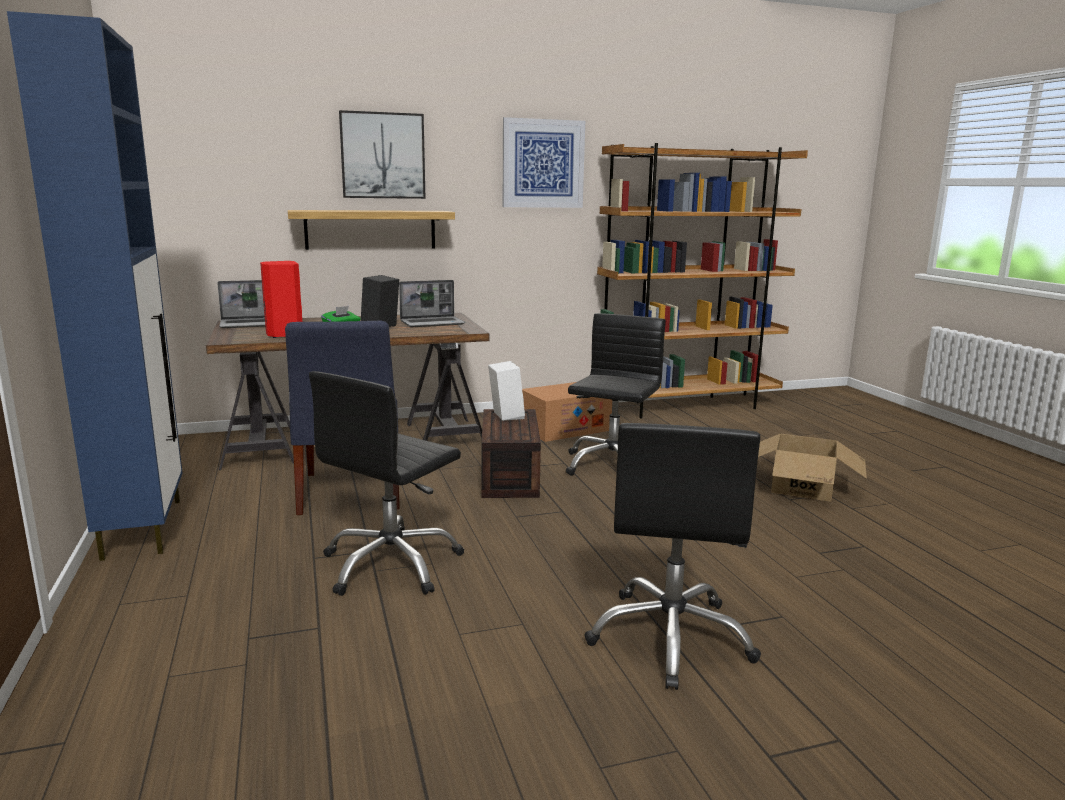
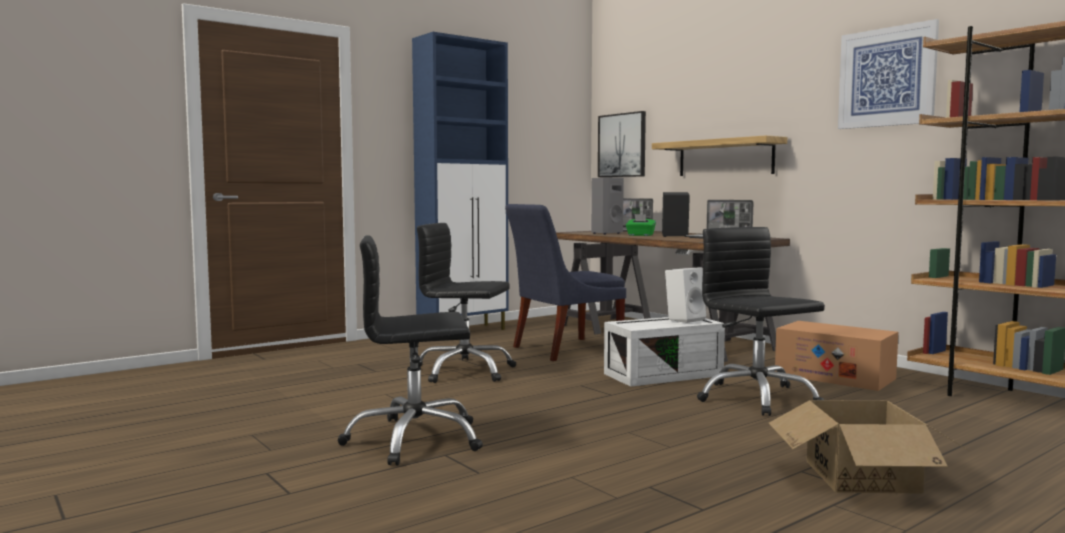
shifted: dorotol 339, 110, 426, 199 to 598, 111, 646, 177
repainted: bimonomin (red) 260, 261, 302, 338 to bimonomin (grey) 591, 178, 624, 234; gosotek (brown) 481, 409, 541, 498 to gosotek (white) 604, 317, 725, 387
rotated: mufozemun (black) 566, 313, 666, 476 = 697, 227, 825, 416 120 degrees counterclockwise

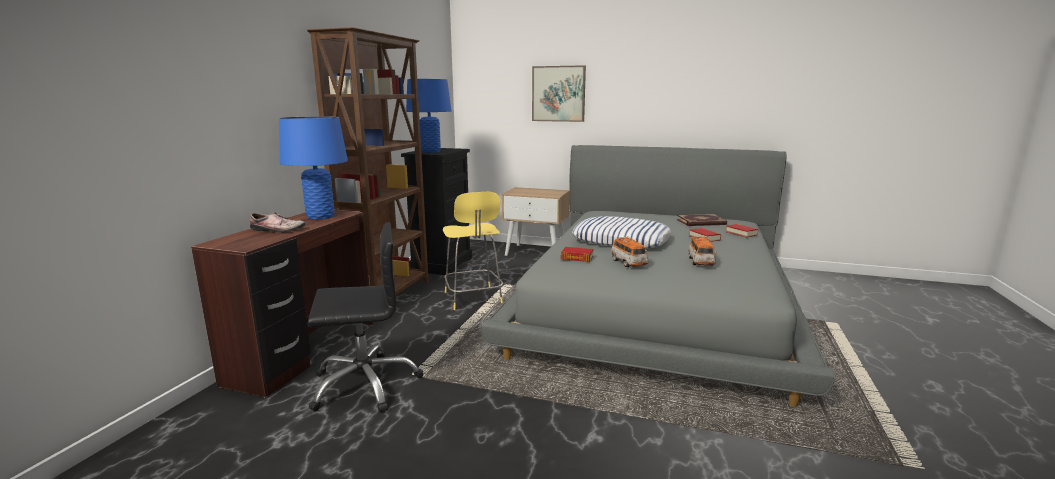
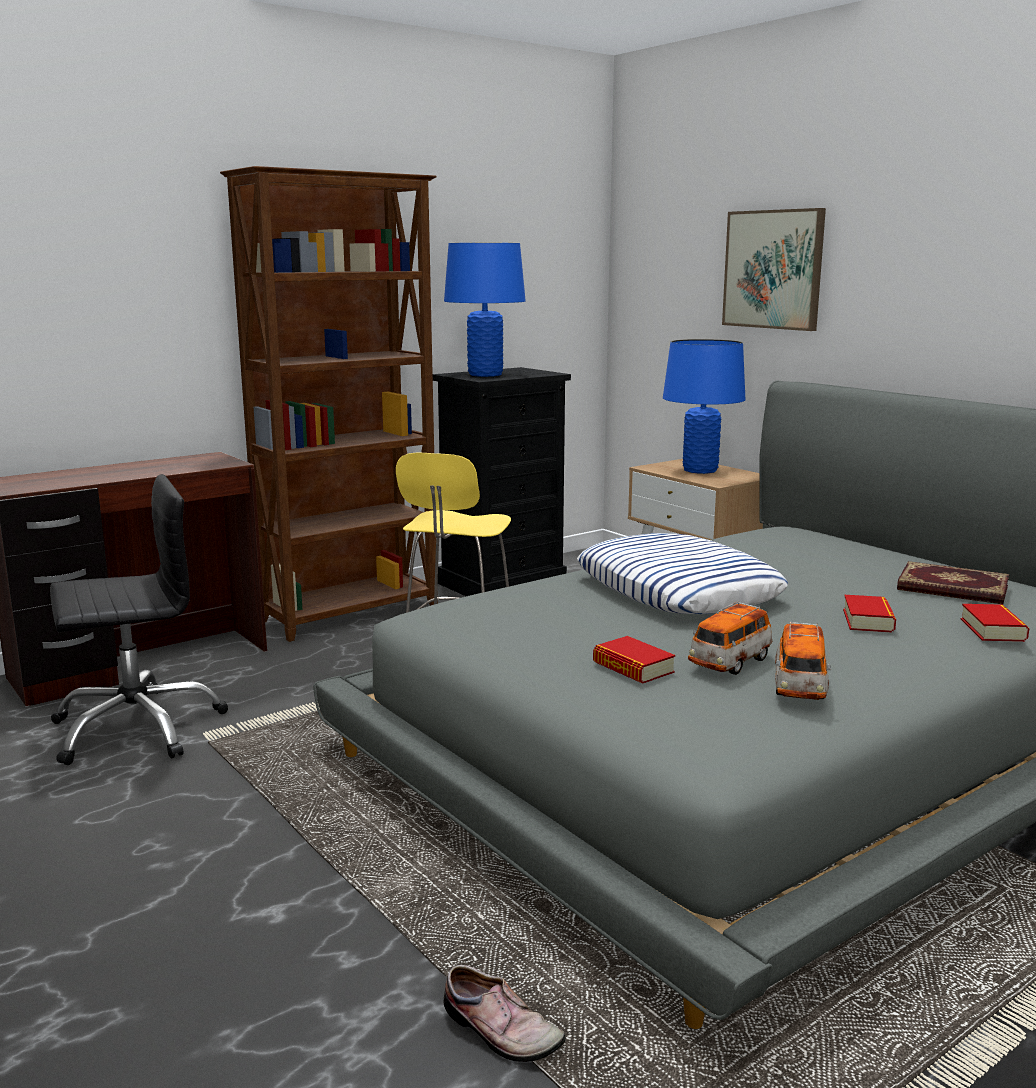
shifted: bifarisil 250, 212, 306, 233 to 444, 965, 566, 1062; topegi 561, 247, 593, 262 to 593, 636, 675, 684; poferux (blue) 279, 116, 348, 220 to 663, 339, 746, 474; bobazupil 611, 236, 648, 267 to 775, 621, 831, 700
rotated: mufozemun (black) 308, 222, 423, 413 = 50, 474, 228, 765 45 degrees counterclockwise

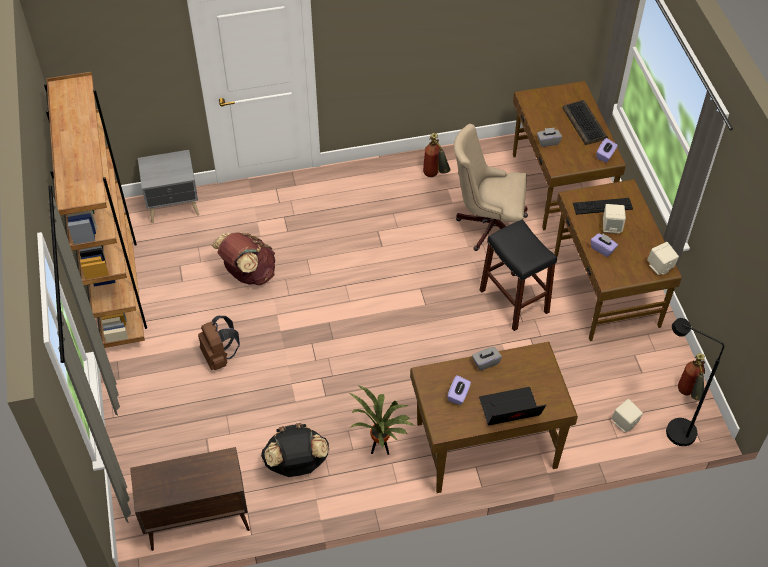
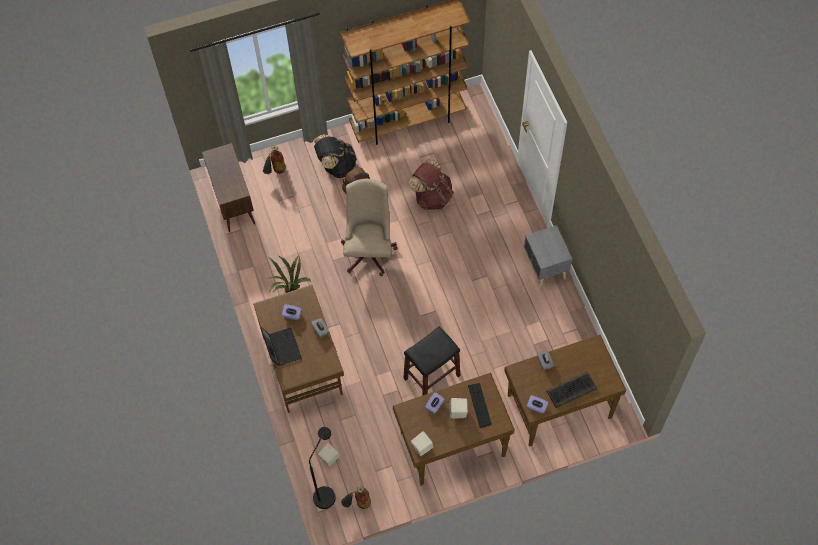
shifted: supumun 423, 133, 451, 177 to 263, 145, 286, 174; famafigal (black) 261, 423, 330, 477 to 314, 134, 357, 178; mufozemun (beige) 454, 124, 528, 251 to 341, 179, 397, 276; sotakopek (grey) 138, 150, 199, 223 to 524, 225, 572, 288

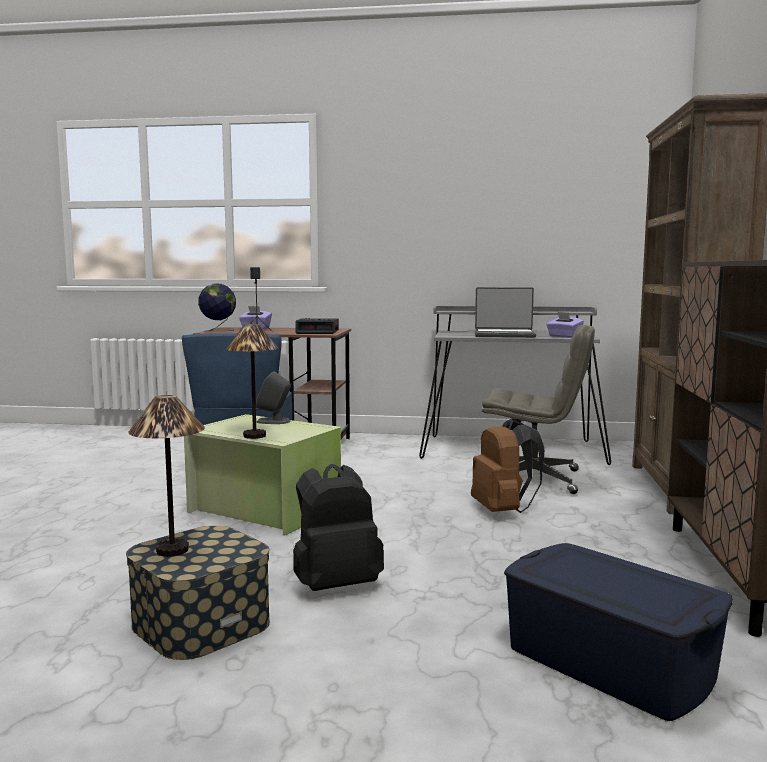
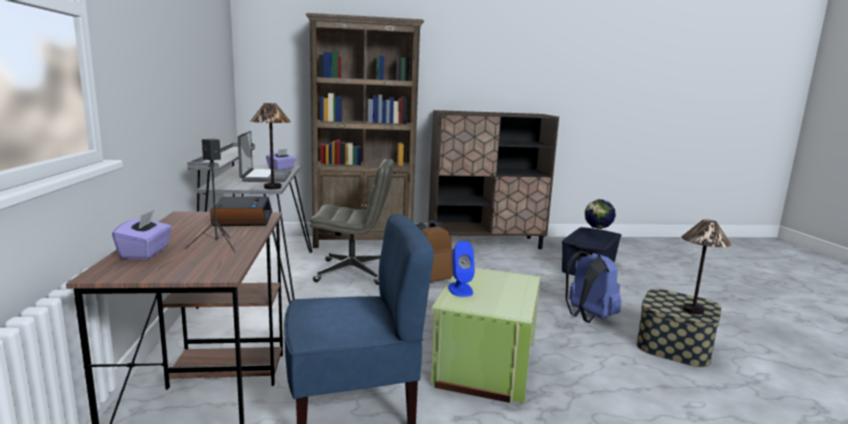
shifted: poferux 226, 324, 279, 439 to 251, 103, 291, 189; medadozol 198, 283, 236, 331 to 585, 199, 616, 238
repainted: bimonomin (grey) 256, 371, 291, 424 to bimonomin (blue) 448, 241, 475, 297; famafigal (black) 293, 464, 384, 591 to famafigal (blue) 565, 250, 621, 323
rotated: mufozemun (grey) 482, 325, 595, 494 = 310, 159, 394, 285 90 degrees clockwise

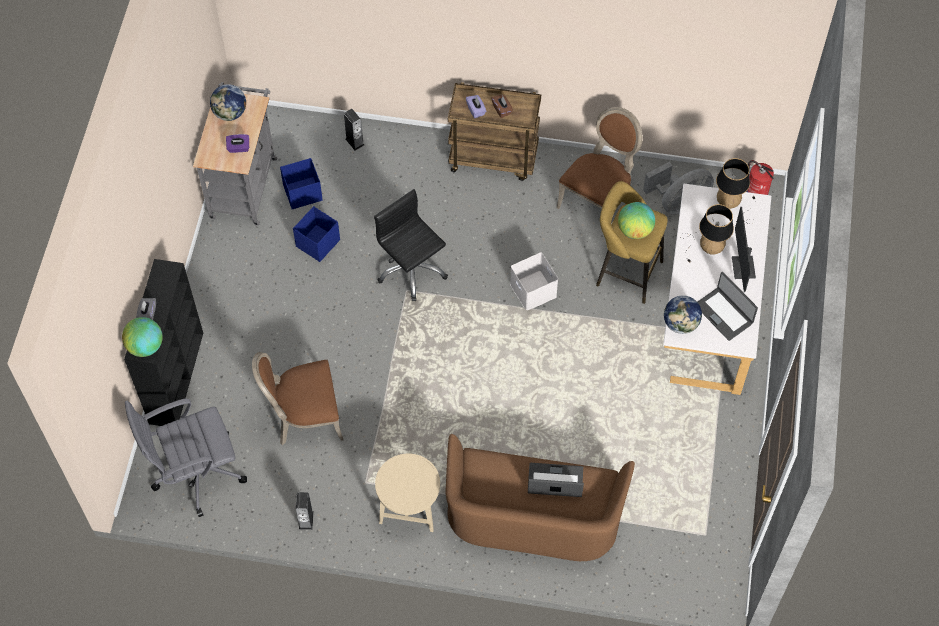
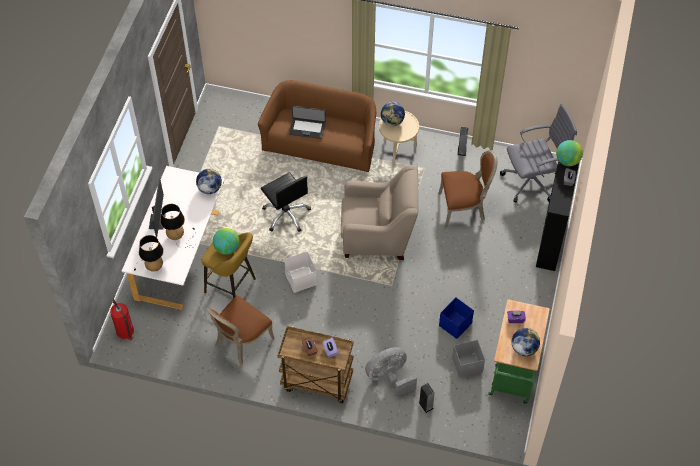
gone: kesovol 698, 272, 758, 341
new: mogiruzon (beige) 341, 165, 418, 260; medadozol 381, 102, 405, 126
shifted: mufozemun (black) 374, 189, 448, 301 to 261, 172, 311, 232; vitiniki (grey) 643, 162, 714, 214 to 365, 347, 417, 397
repainted: gosotek (blue) 280, 158, 323, 209 to gosotek (grey) 452, 340, 485, 378; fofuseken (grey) 193, 82, 277, 226 to fofuseken (green) 488, 299, 550, 404

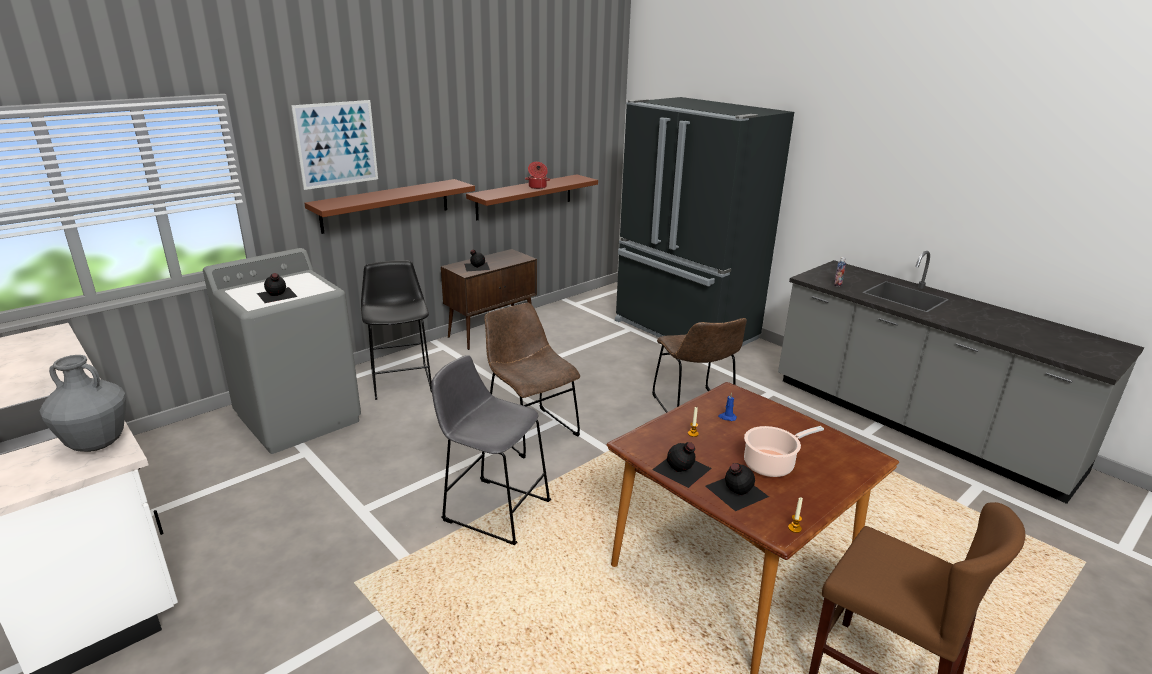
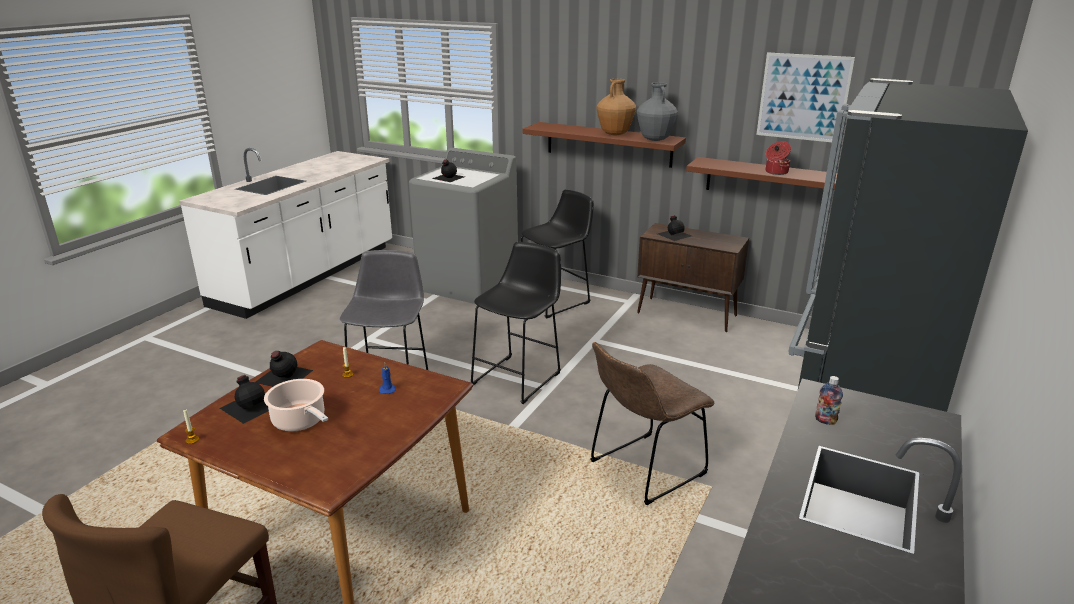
new: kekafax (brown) 597, 79, 636, 135
shifted: kekafax (grey) 40, 355, 126, 452 to 637, 82, 678, 141; dorotol 291, 100, 378, 190 to 756, 52, 855, 142
swapped: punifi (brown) 485, 303, 580, 459 to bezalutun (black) 471, 242, 561, 404

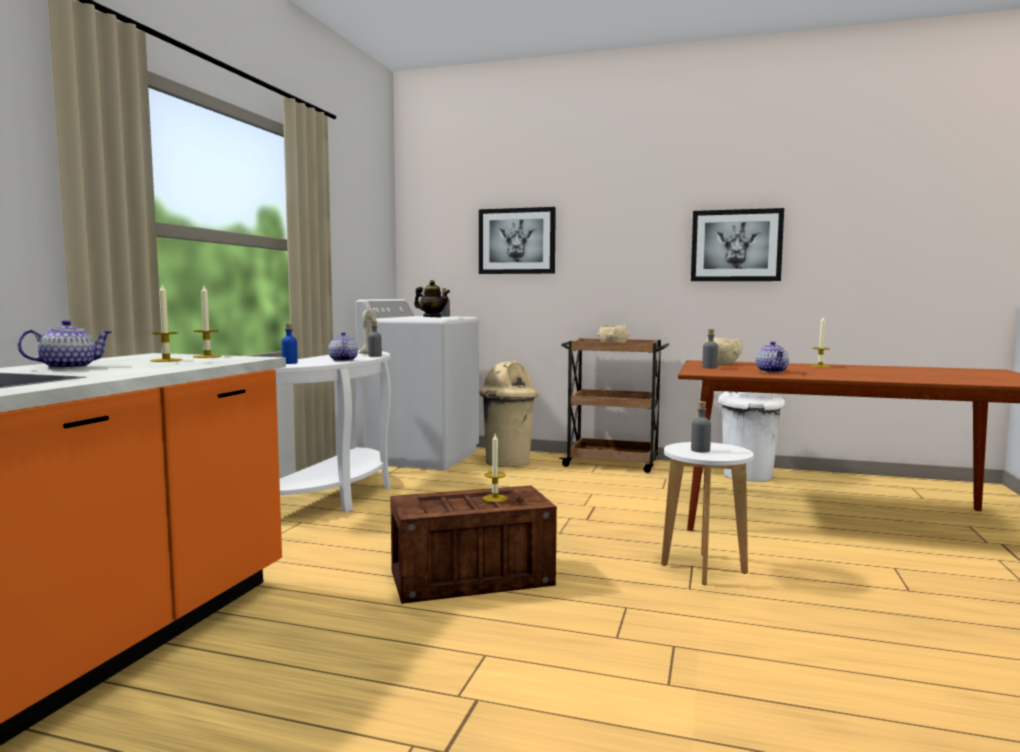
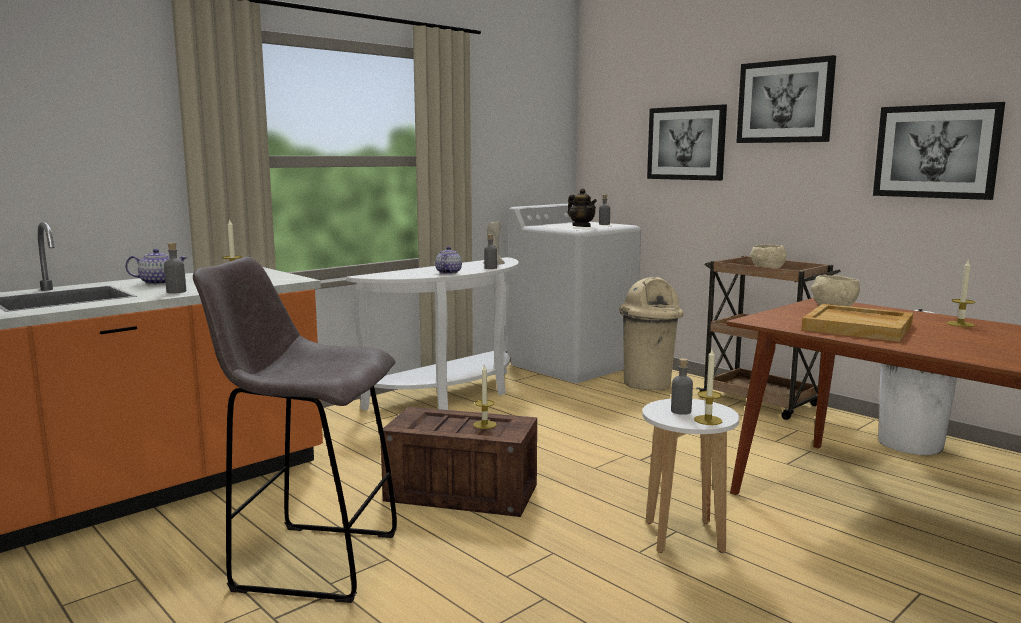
gone: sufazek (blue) 281, 324, 298, 364
new: bezalutun (grey) 193, 257, 397, 603; dorotol 736, 55, 836, 143
shifted: sufazek (grey) 702, 329, 718, 368 to 164, 243, 186, 294; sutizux 193, 286, 222, 358 to 694, 349, 722, 425
swapped: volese 756, 341, 789, 373 to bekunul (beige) 801, 304, 913, 342

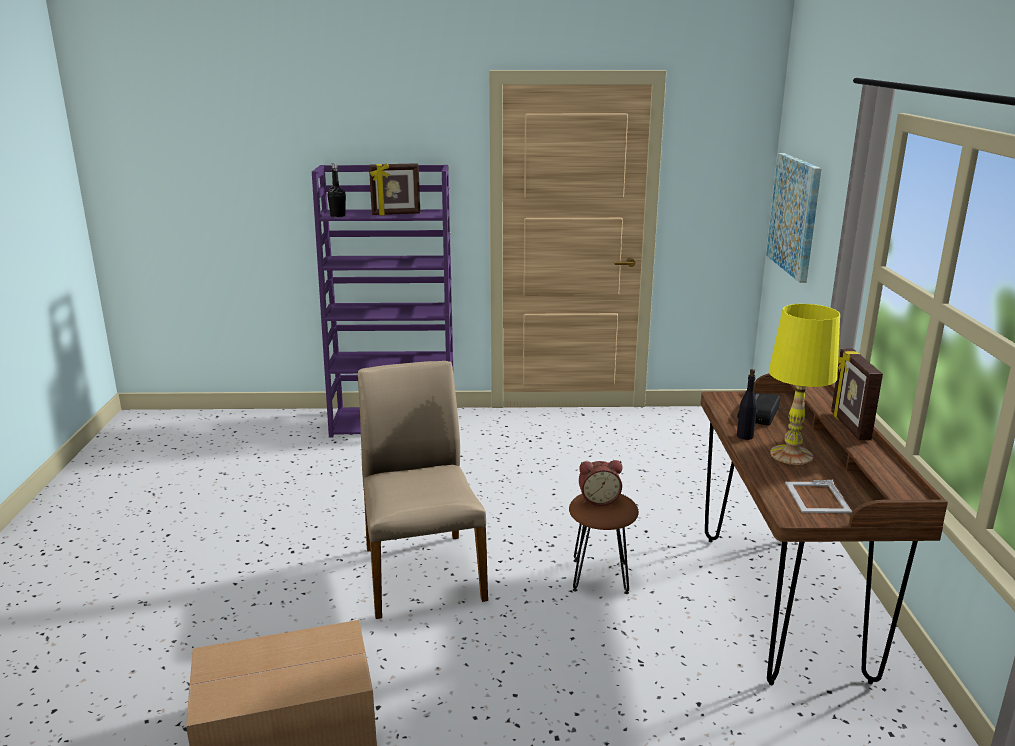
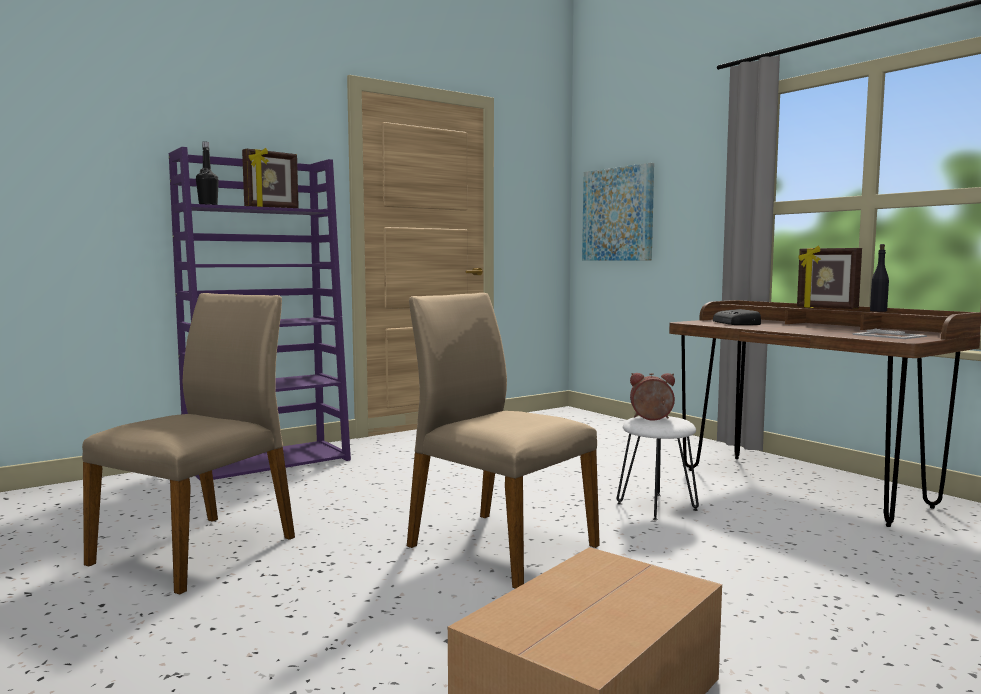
gone: poferux (yellow) 769, 304, 840, 465
new: punifi (beige) 82, 293, 295, 595
shifted: sufazek (black) 737, 369, 757, 440 to 870, 244, 889, 312
repainted: bezalutun (brown) 569, 494, 639, 594 to bezalutun (white) 617, 416, 699, 520
rotated: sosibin 579, 460, 622, 506 = 630, 373, 675, 420 135 degrees counterclockwise

